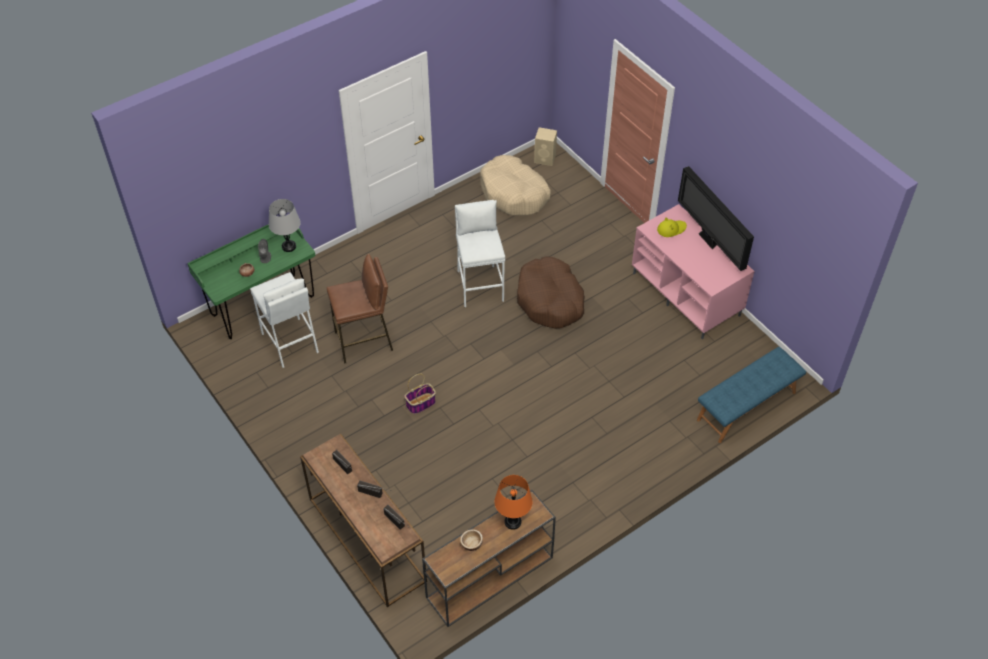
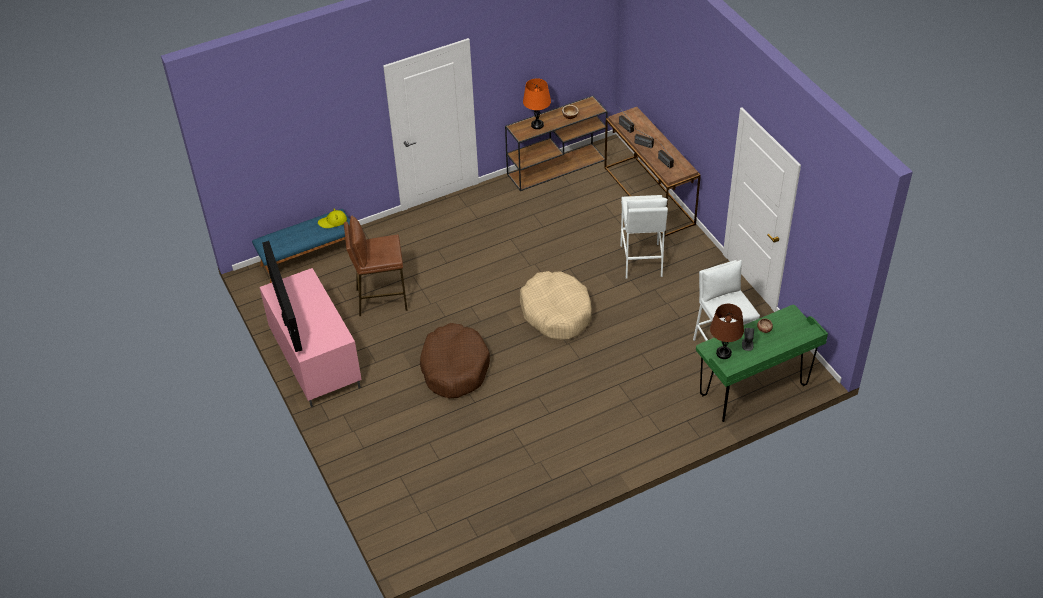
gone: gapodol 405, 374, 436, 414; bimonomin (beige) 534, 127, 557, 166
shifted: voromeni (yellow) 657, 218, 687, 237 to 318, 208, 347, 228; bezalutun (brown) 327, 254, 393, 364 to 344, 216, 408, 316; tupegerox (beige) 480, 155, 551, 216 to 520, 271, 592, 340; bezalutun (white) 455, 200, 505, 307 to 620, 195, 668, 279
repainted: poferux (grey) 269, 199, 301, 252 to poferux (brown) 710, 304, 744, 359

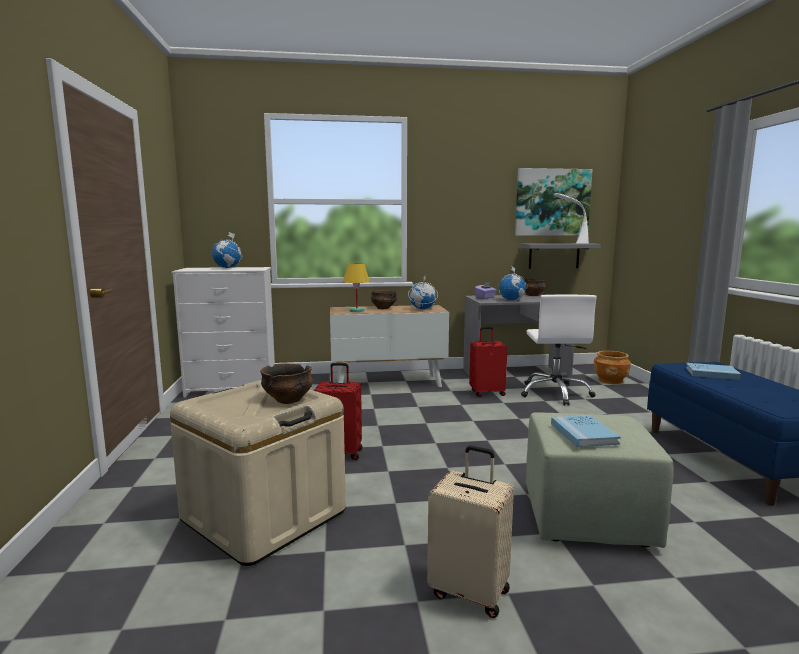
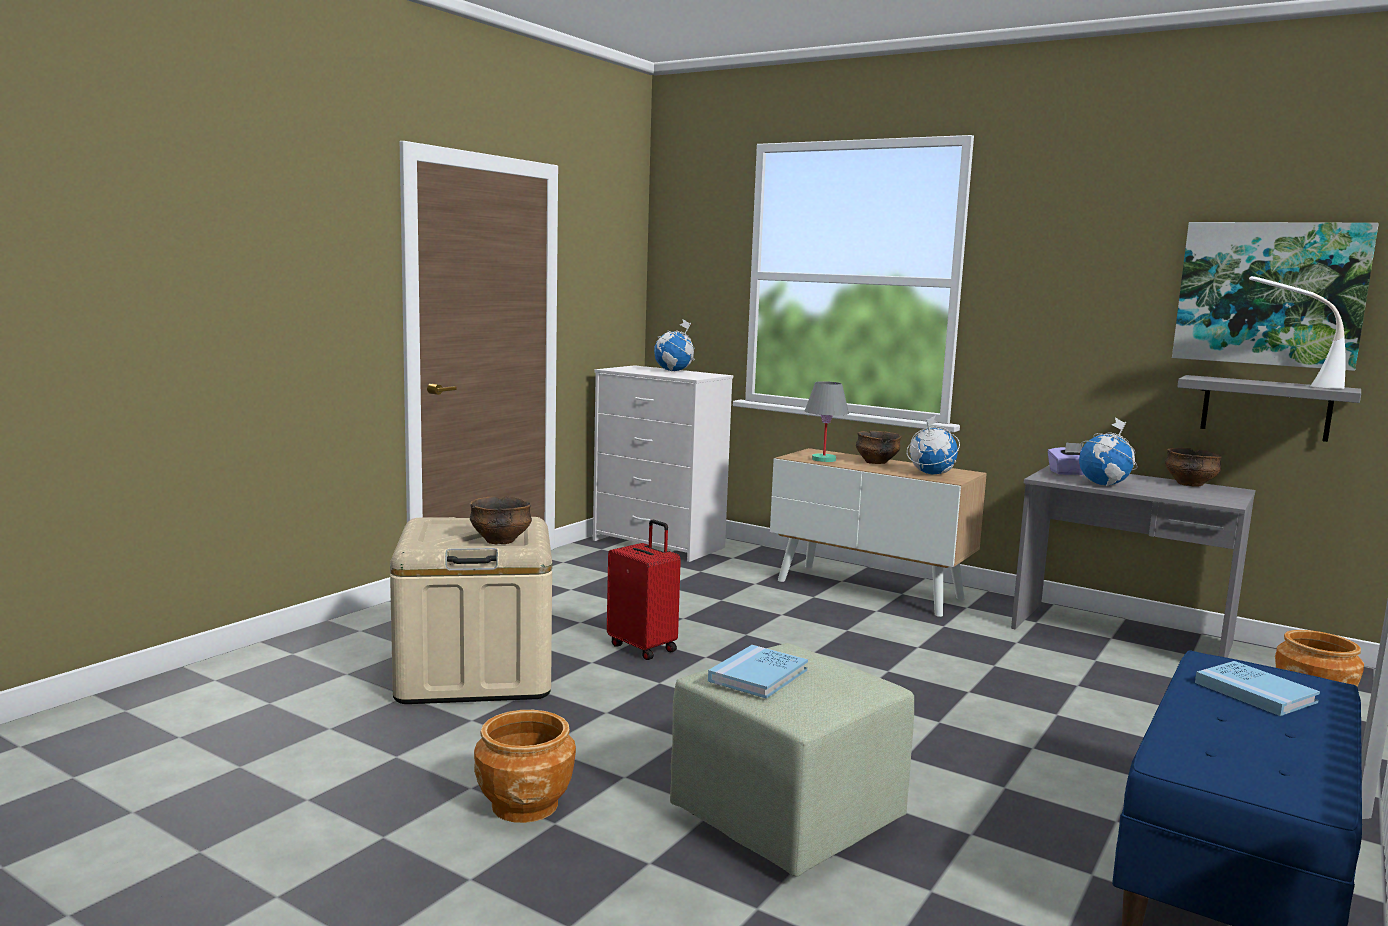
gone: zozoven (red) 469, 327, 508, 397; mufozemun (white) 521, 295, 597, 406
swapped: zozoven (beige) 427, 445, 514, 618 to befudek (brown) 474, 710, 576, 823
repainted: poferux (yellow) 343, 263, 370, 312 to poferux (grey) 805, 381, 849, 462

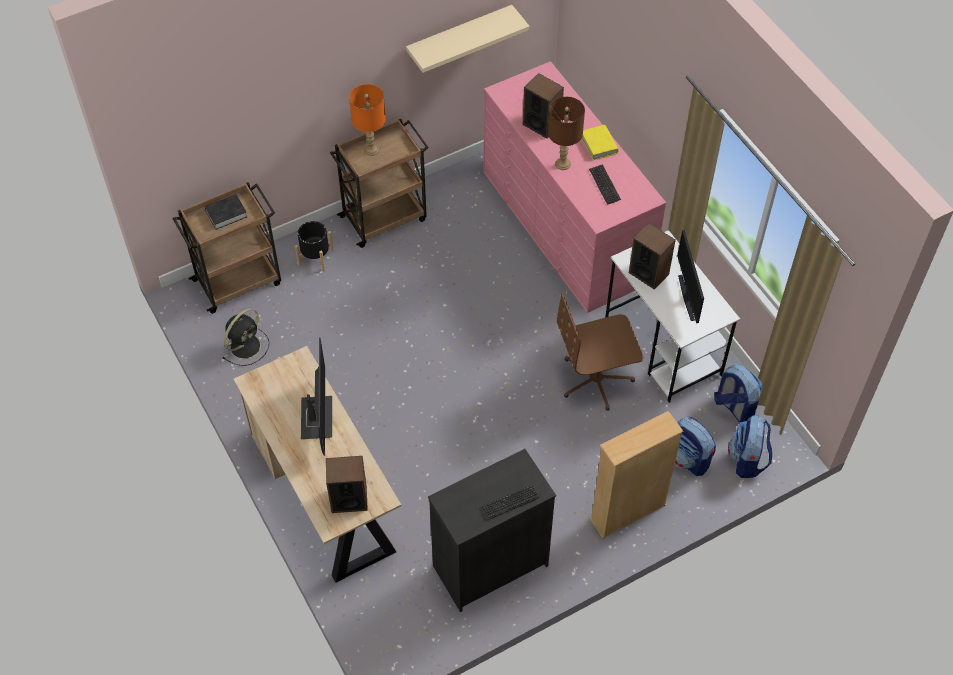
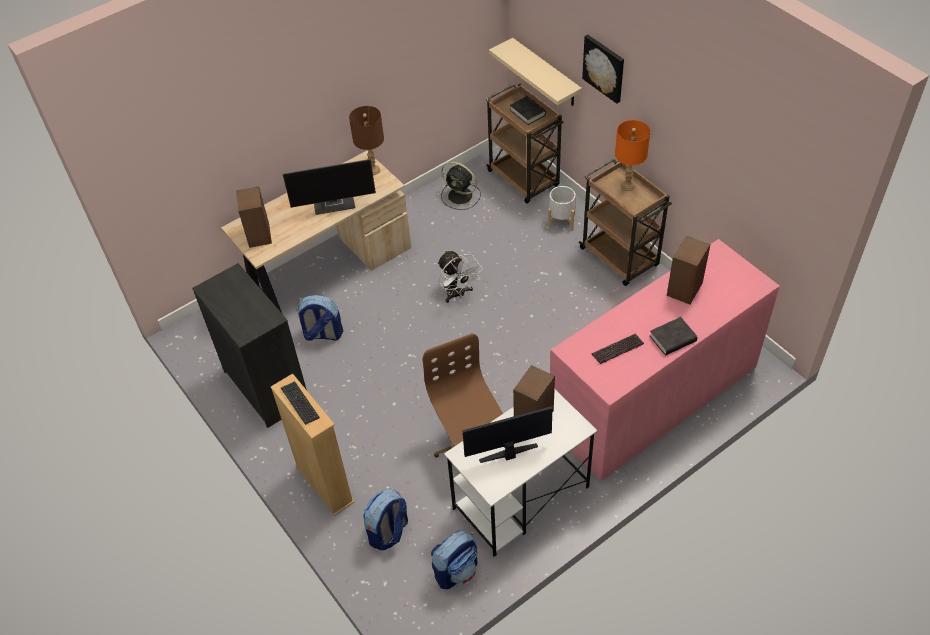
new: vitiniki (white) 437, 250, 483, 303; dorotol 582, 35, 624, 104
shifted: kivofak 481, 485, 540, 519 to 281, 381, 320, 425; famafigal 728, 415, 772, 478 to 296, 295, 343, 341; poferux (brown) 548, 97, 585, 170 to 349, 106, 384, 175; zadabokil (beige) 406, 5, 530, 73 to 489, 38, 582, 106
repainted: befudek (black) 295, 221, 334, 272 to befudek (white) 548, 186, 576, 231; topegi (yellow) 582, 125, 619, 160 to topegi (black) 650, 317, 697, 355

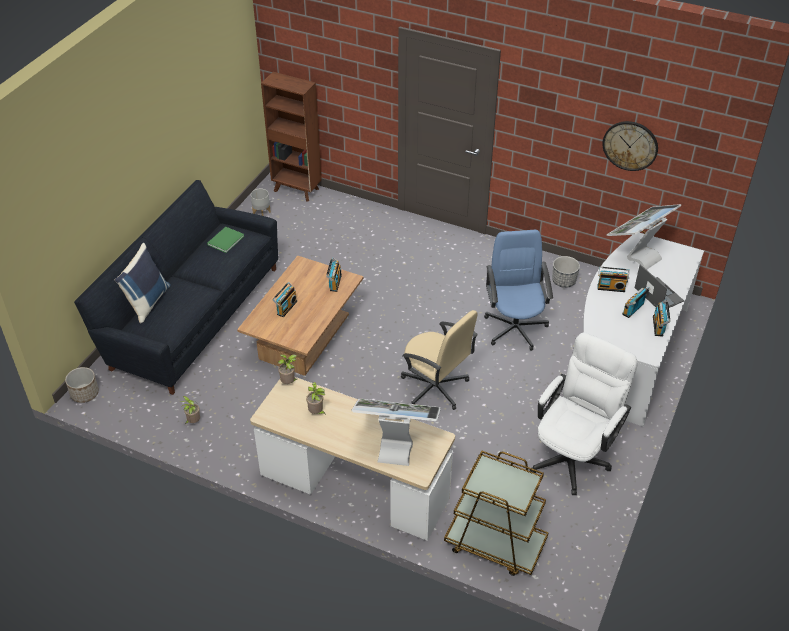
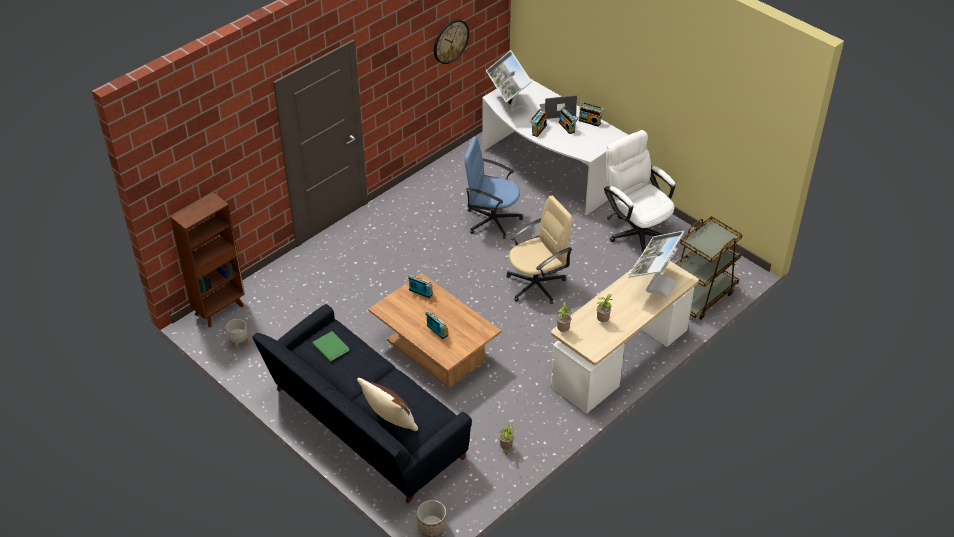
gone: befudek 552, 256, 580, 288
repainted: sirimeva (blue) 115, 243, 171, 324 to sirimeva (brown) 357, 378, 418, 431

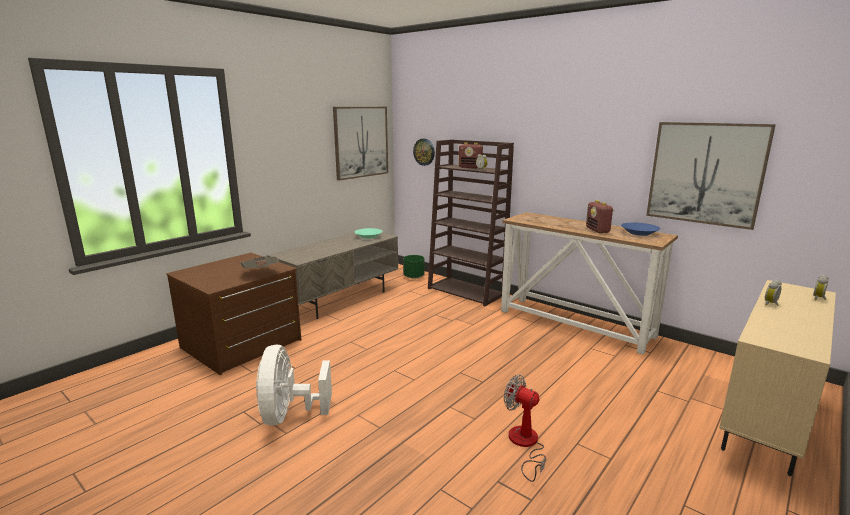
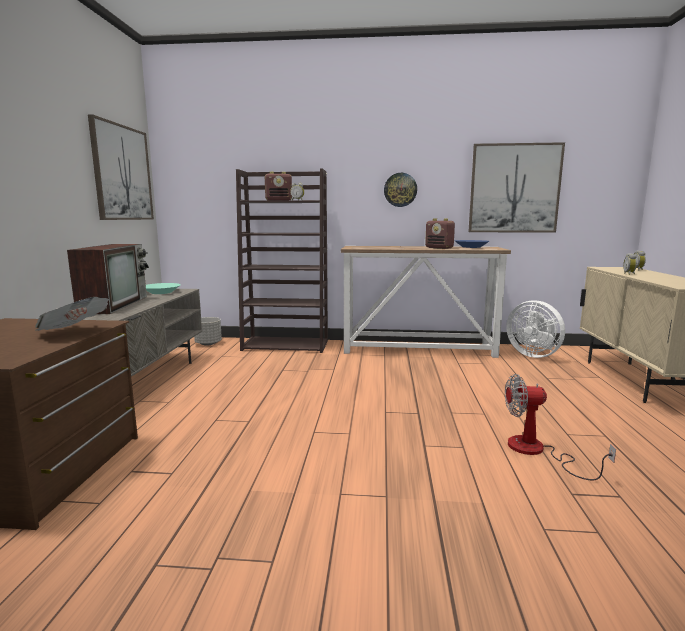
new: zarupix 67, 244, 149, 314
shifted: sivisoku 413, 139, 435, 166 to 384, 173, 417, 207; vitiniki (white) 256, 345, 332, 425 to 506, 300, 565, 358
repainted: befudek (green) 403, 255, 424, 279 to befudek (grey) 194, 317, 222, 345

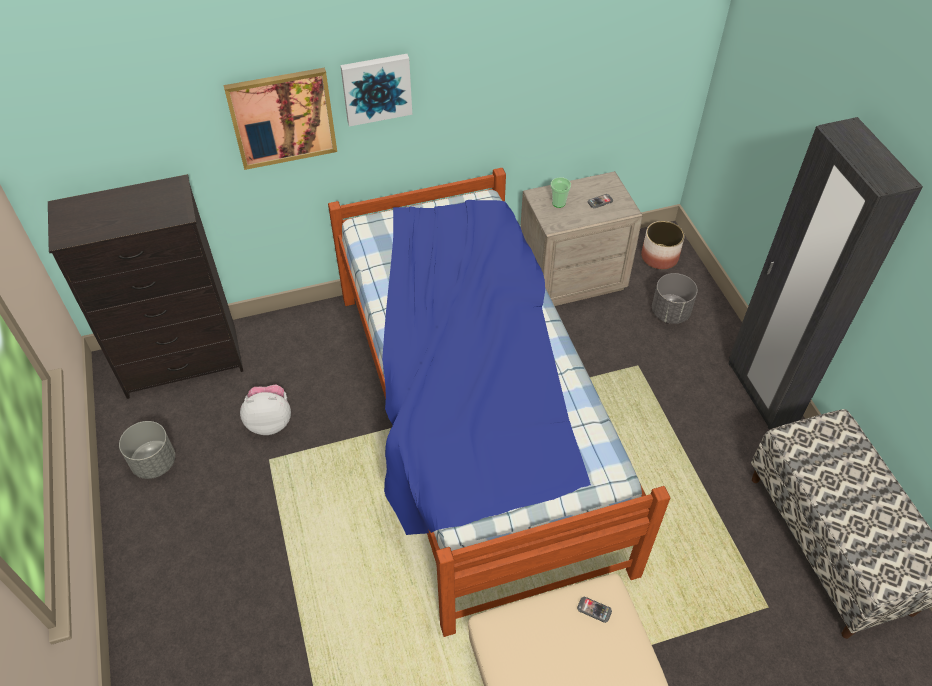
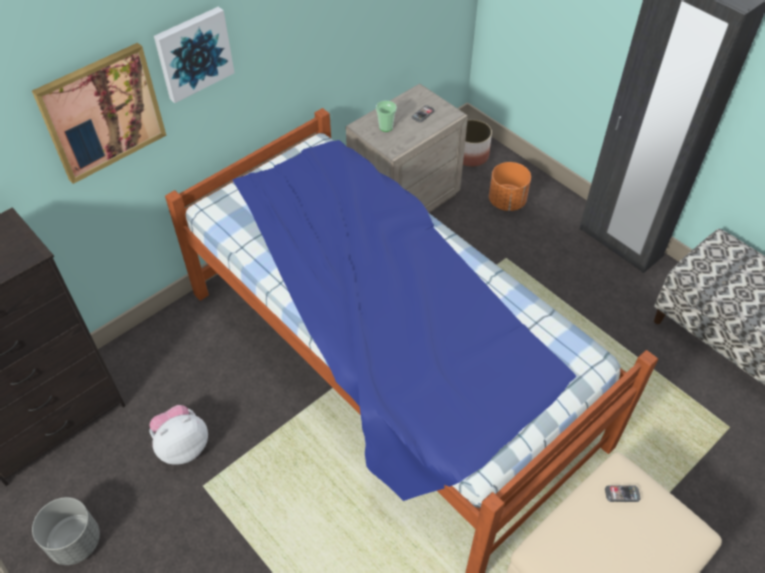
repainted: befudek (grey) 652, 273, 698, 324 to befudek (orange) 489, 162, 531, 211

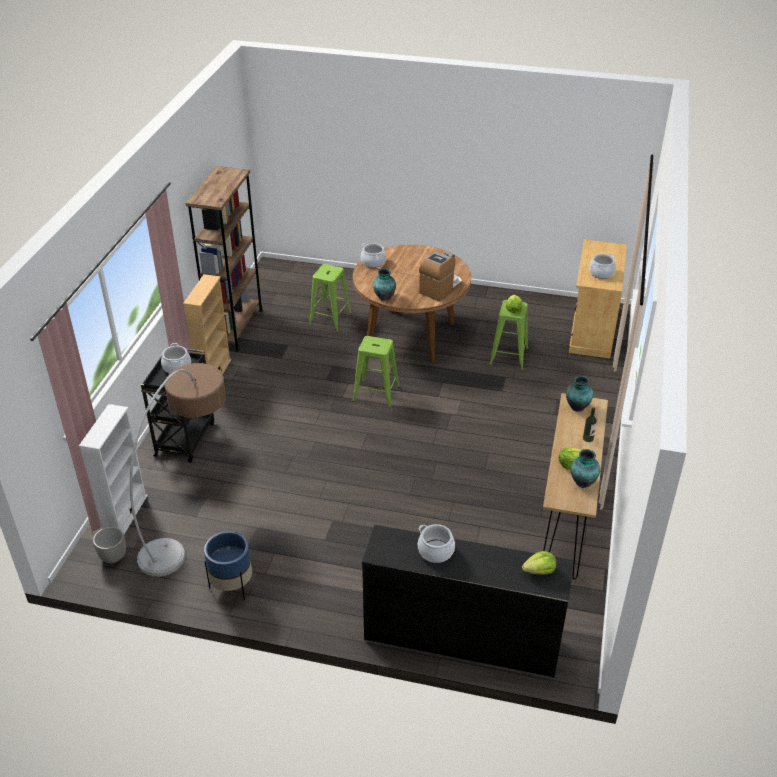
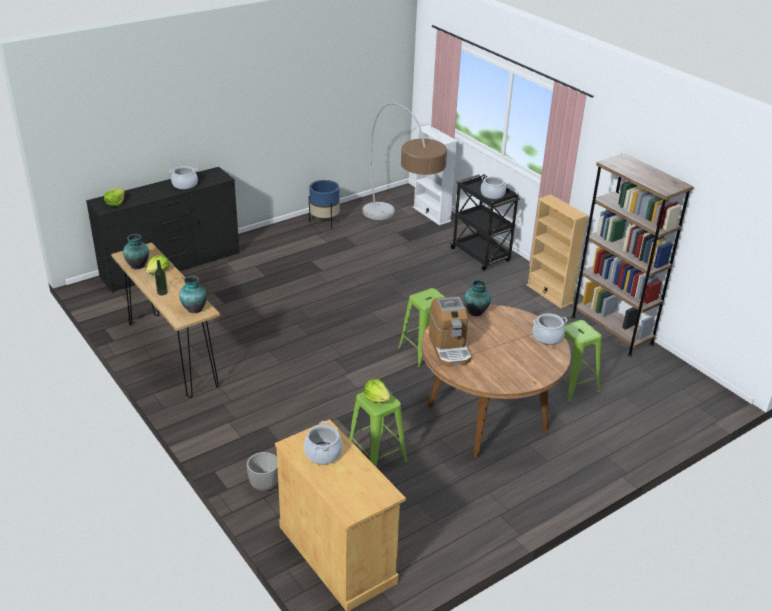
shifted: befudek 93, 527, 126, 563 to 247, 452, 278, 491

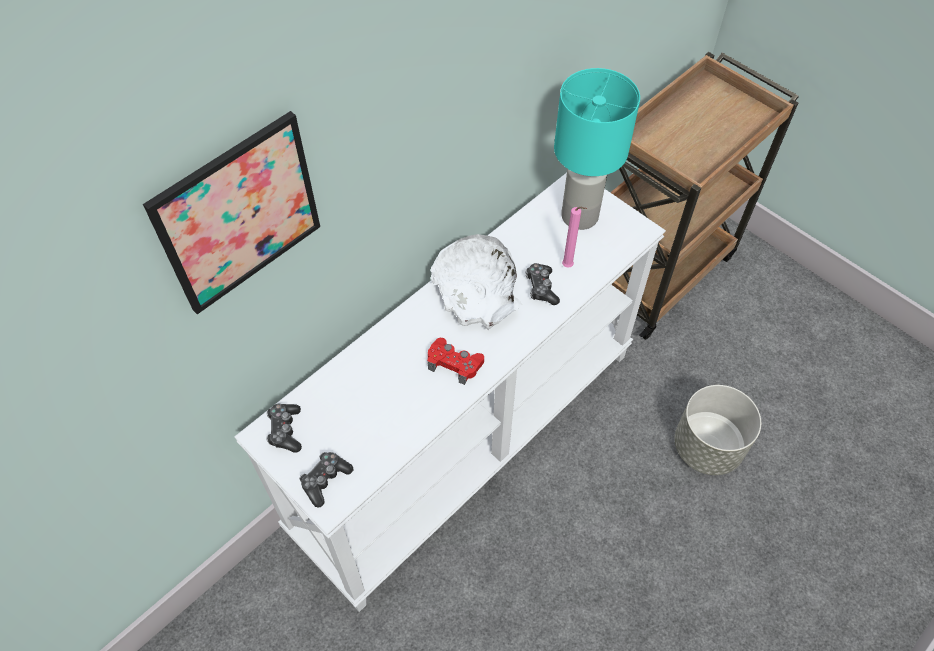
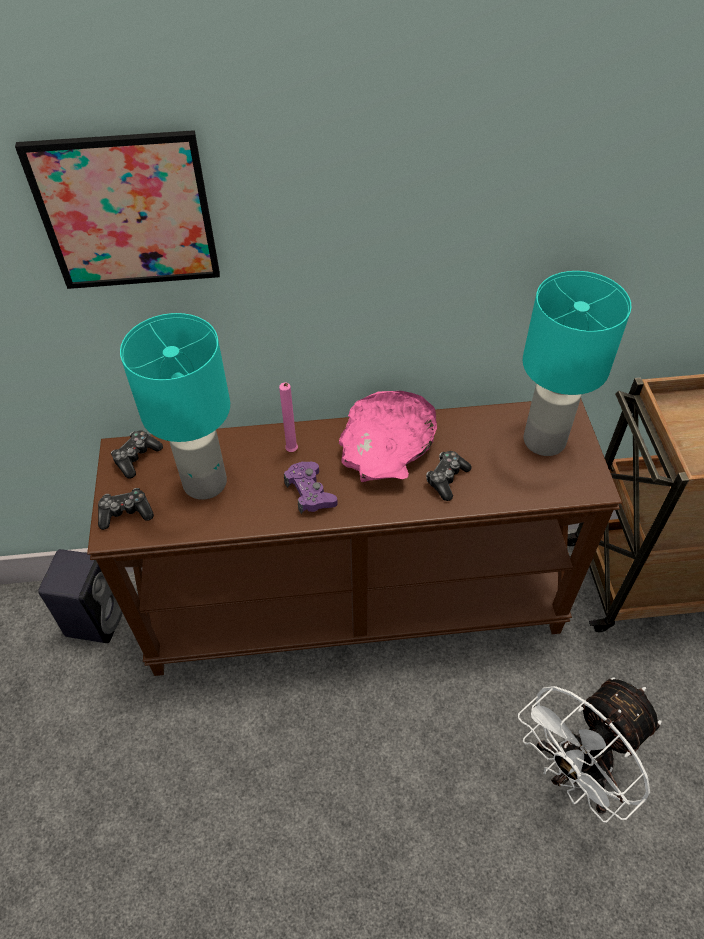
new: bimonomin (black) 38, 549, 122, 643; poferux (turquoise) 120, 313, 230, 500
shifted: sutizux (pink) 562, 206, 587, 268 to 279, 383, 298, 452
swapped: befudek (grey) 675, 385, 761, 475 to vitiniki (white) 518, 677, 662, 822
repainted: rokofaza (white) 234, 173, 666, 612 to rokofaza (brown) 87, 399, 622, 676; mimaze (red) 427, 338, 484, 385 to mimaze (purple) 284, 462, 338, 514; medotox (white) 430, 234, 522, 330 to medotox (pink) 339, 391, 437, 482

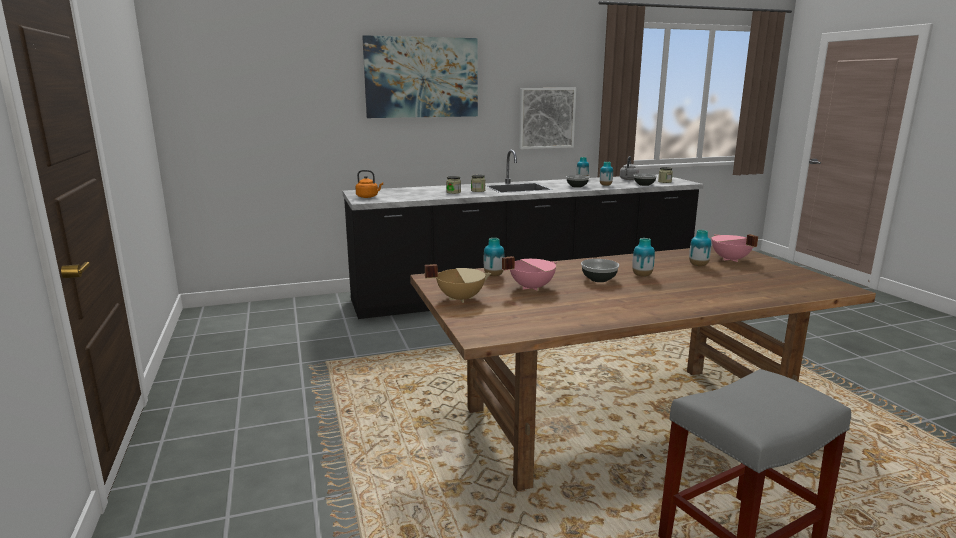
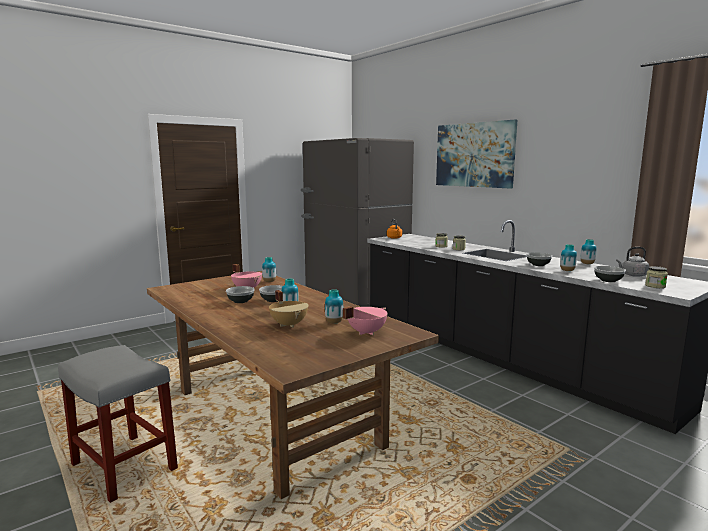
gone: dorotol 519, 88, 576, 149
new: medotox 226, 286, 255, 303; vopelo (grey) 301, 138, 414, 307
shifted: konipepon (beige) 425, 264, 492, 303 to 269, 290, 308, 328

